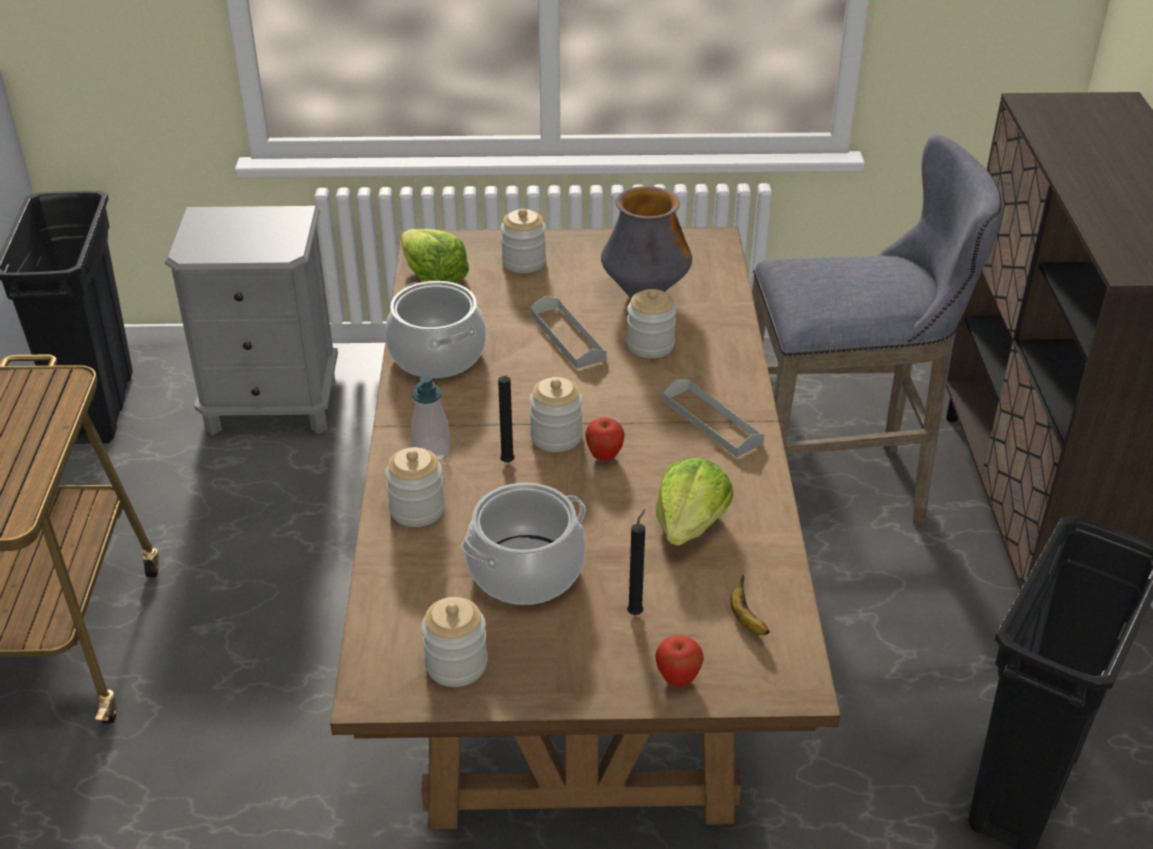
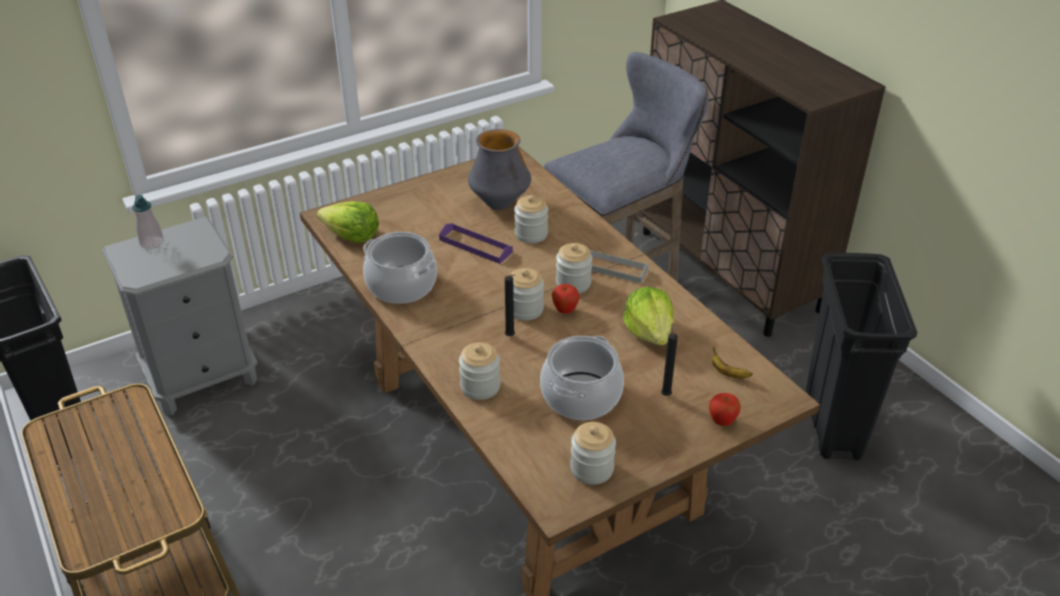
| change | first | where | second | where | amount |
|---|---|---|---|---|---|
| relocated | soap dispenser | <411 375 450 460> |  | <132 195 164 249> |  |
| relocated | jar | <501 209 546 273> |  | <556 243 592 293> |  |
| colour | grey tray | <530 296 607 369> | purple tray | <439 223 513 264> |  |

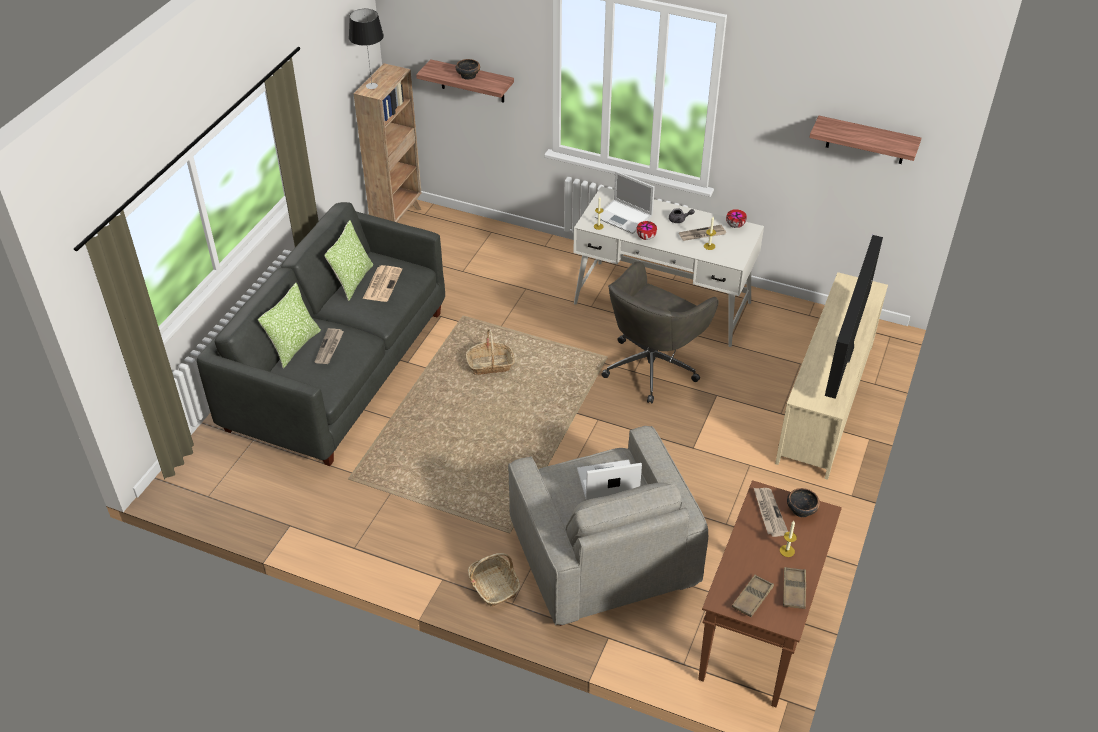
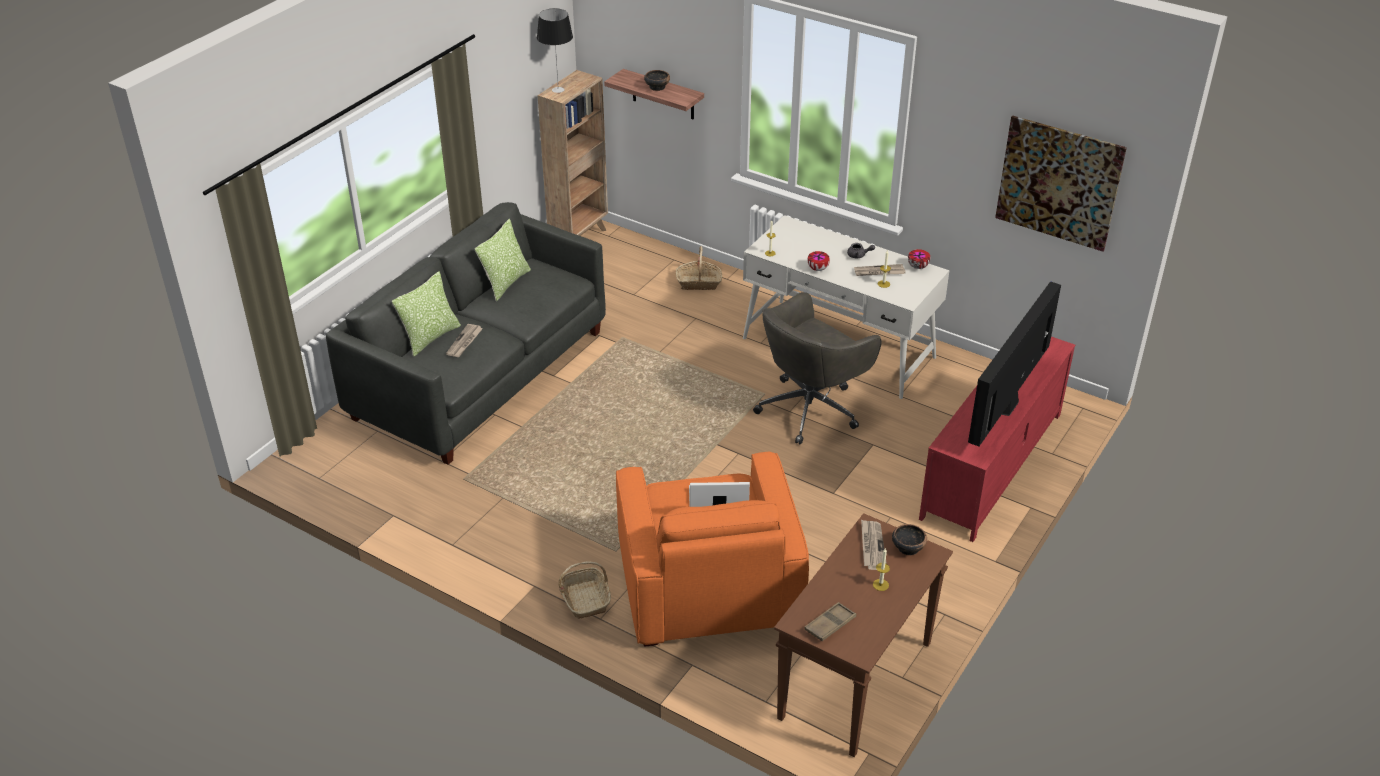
| change | first | where | second | where | amount |
|---|---|---|---|---|---|
| missing | newspaper | <363 265 402 302> |  |  |  |
| relocated | basket | <466 329 515 375> |  | <676 246 722 290> |  |
| colour | grey armchair | <508 426 708 626> | orange armchair | <616 451 809 647> |  |
| missing | laptop | <595 171 655 234> |  |  |  |
| colour | beige tv stand | <775 272 888 480> | red tv stand | <919 336 1075 542> |  |
| missing | brown tray | <783 567 806 609> |  |  |  |
| exchanged | shelf | <809 116 921 164> | picture | <995 115 1127 252> |  |

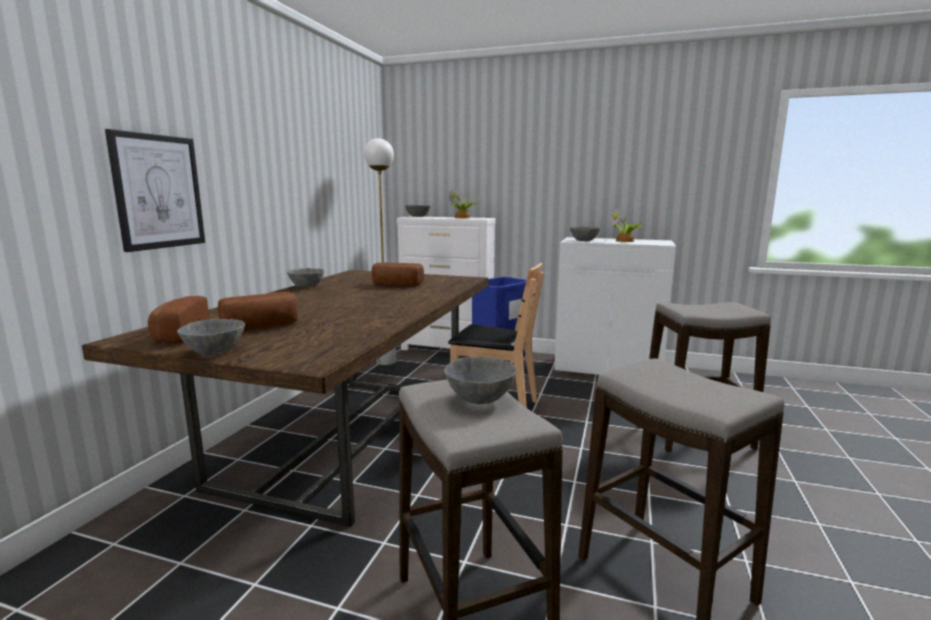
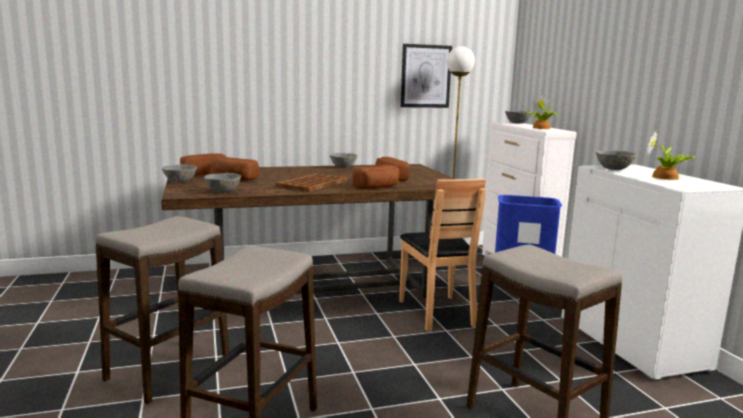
| change | first | where | second | where | amount |
|---|---|---|---|---|---|
| relocated | picture | <105 129 205 252> |  | <401 44 452 108> |  |
| relocated | grey bowl | <444 357 517 404> |  | <204 173 241 193> |  |
| appeared |  |  | brown tray | <276 173 347 192> |  |
| appeared |  |  | bread | <353 165 399 189> |  |

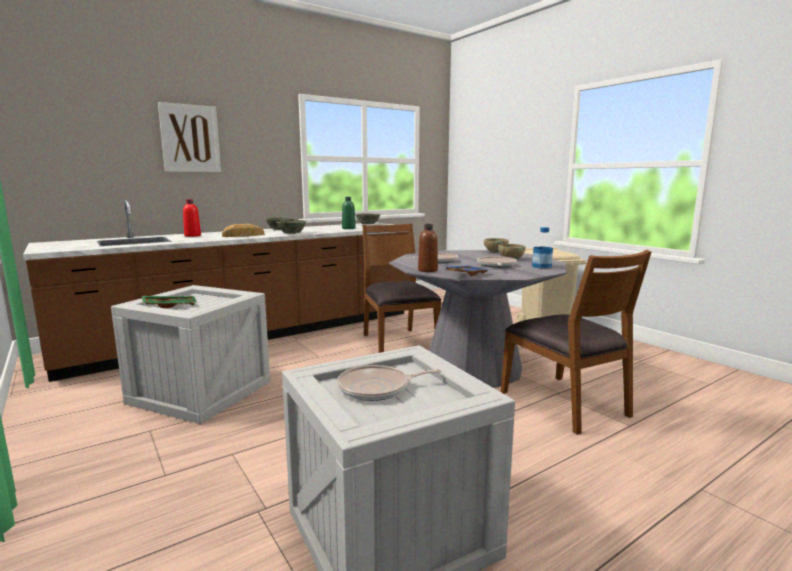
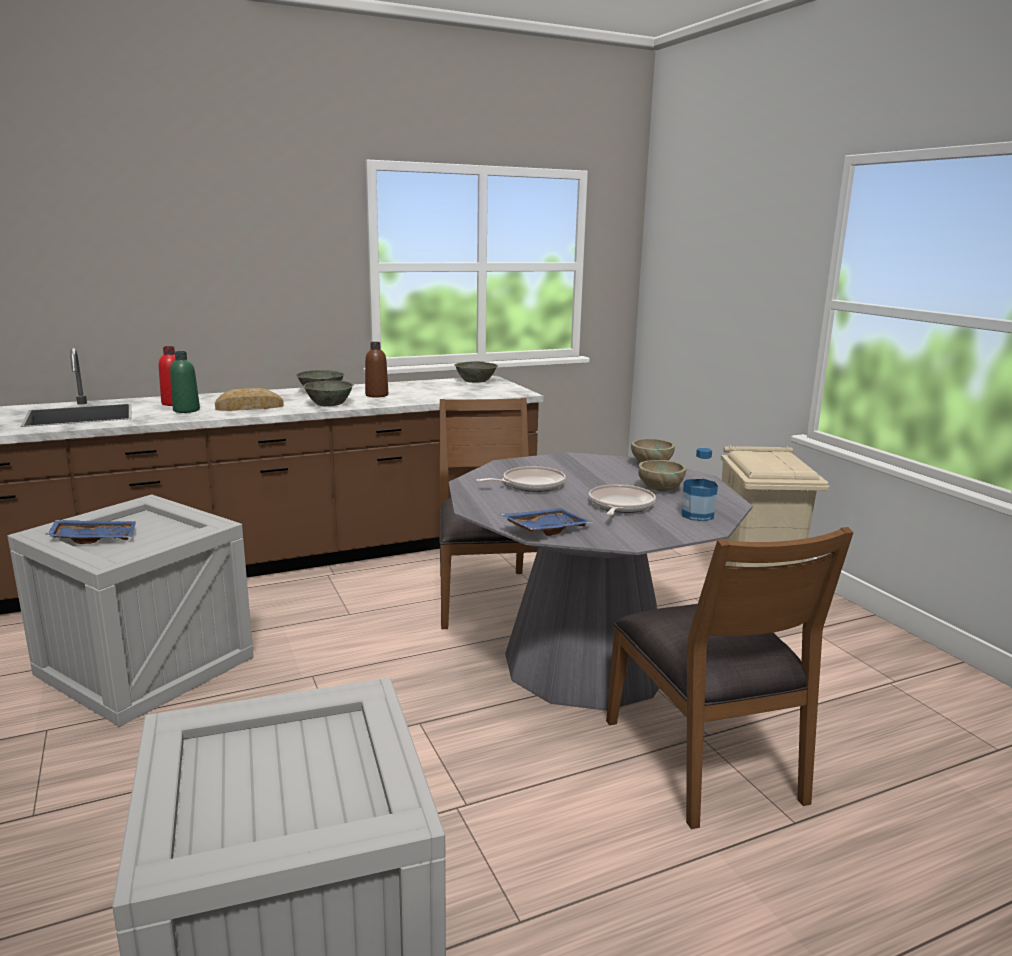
| change | first | where | second | where | amount |
|---|---|---|---|---|---|
| colour | green tray | <142 296 197 308> | blue tray | <47 520 136 544> |  |
| missing | picture | <158 102 221 172> |  |  |  |
| missing | frying pan | <337 365 442 401> |  |  |  |
| relocated | green bottle | <342 197 356 229> |  | <170 351 200 413> |  |
| relocated | brown bottle | <418 224 438 272> |  | <365 342 388 398> |  |

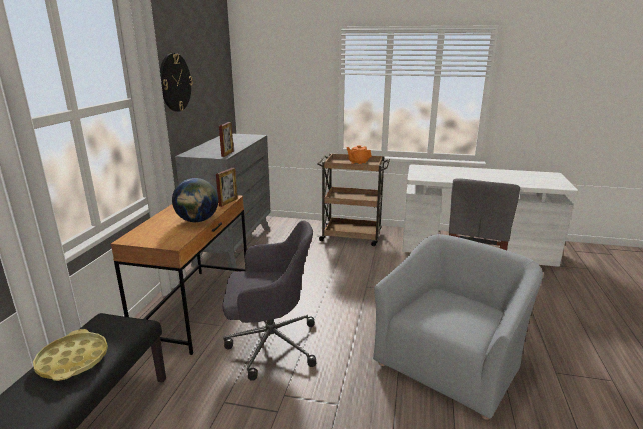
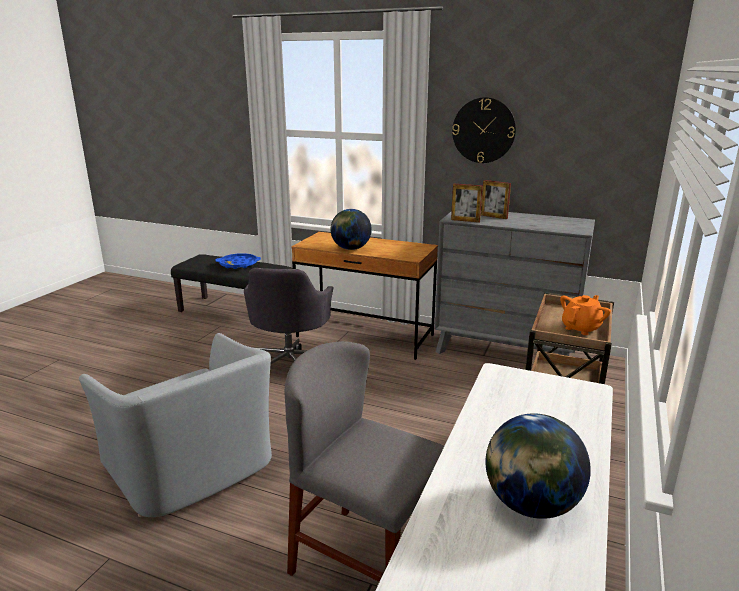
| change | first | where | second | where | amount |
|---|---|---|---|---|---|
| colour | yellow tray | <33 329 108 381> | blue tray | <215 253 261 269> |  |
| relocated | picture frame | <216 168 238 207> |  | <481 180 511 219> |  |
| appeared |  |  | globe | <485 413 591 519> |  |

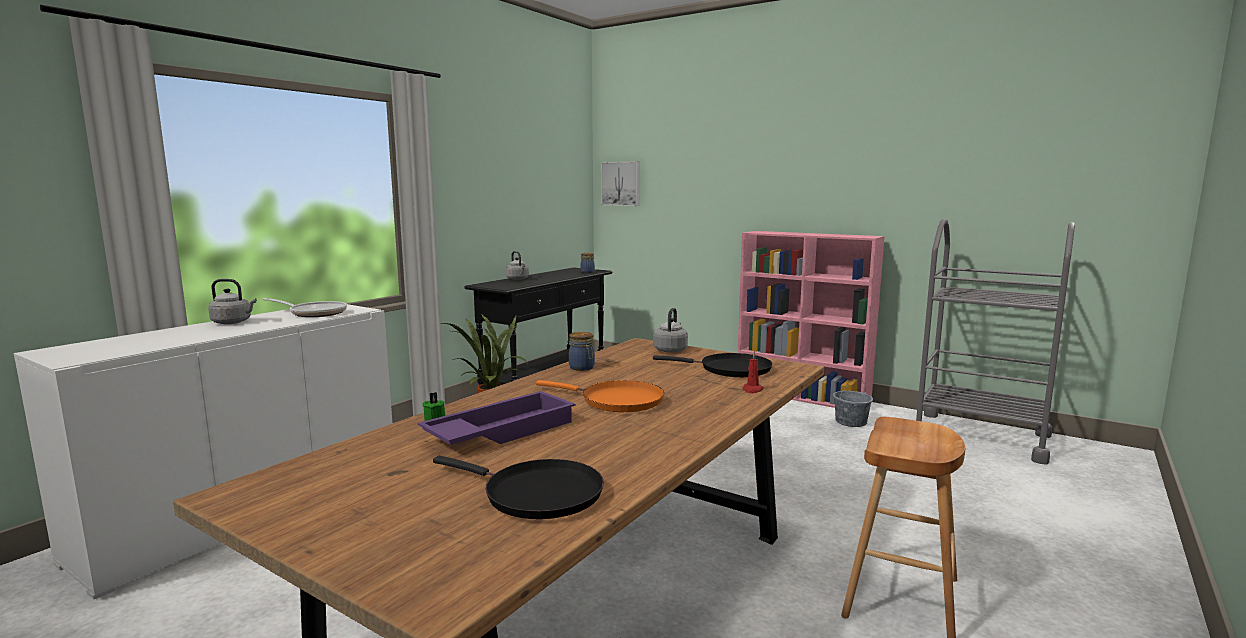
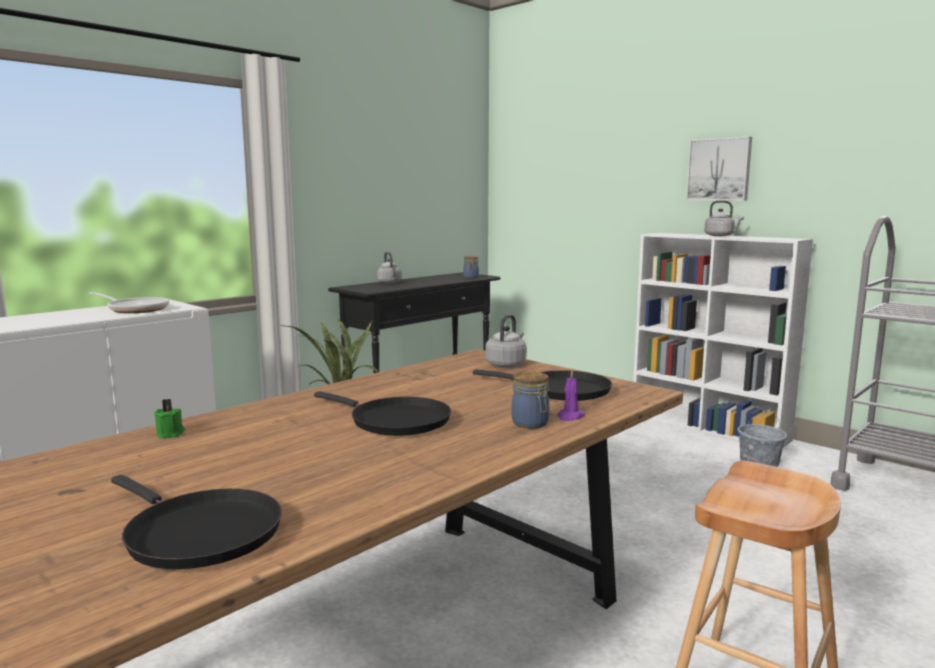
| change | first | where | second | where | amount |
|---|---|---|---|---|---|
| relocated | grey kettle | <208 279 257 324> |  | <704 200 744 236> |  |
| missing | purple tray | <418 391 576 445> |  |  |  |
| colour | orange frying pan | <536 380 665 412> | black frying pan | <314 391 451 436> |  |
| relocated | jar | <569 332 595 371> |  | <512 371 549 429> |  |
| relocated | picture | <601 161 640 206> |  | <686 137 752 200> |  |
| colour | pink bookcase | <738 231 885 408> | white bookcase | <633 233 813 448> |  |
| colour | red candle | <743 351 764 393> | purple candle | <557 369 585 421> |  |

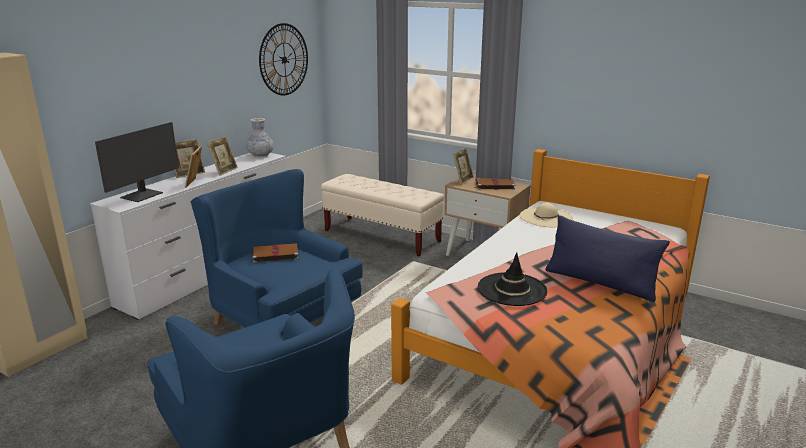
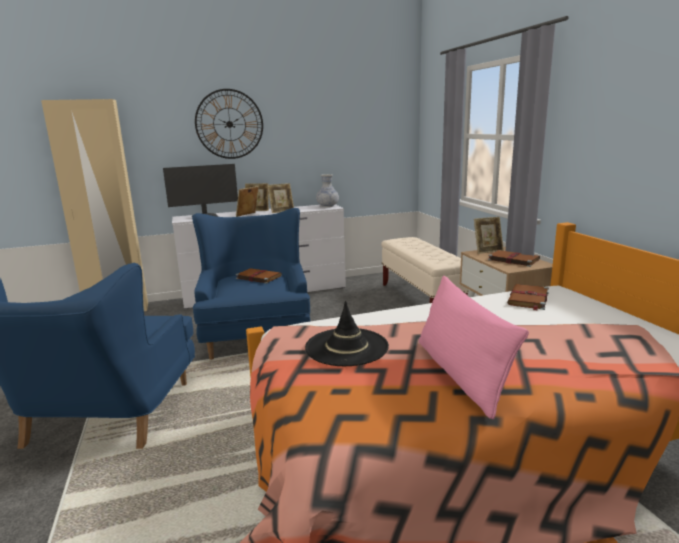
| change | first | where | second | where | amount |
|---|---|---|---|---|---|
| relocated | wall clock | <259 23 308 95> |  | <195 89 263 159> |  |
| exchanged | beige hat | <519 203 573 228> | brown book | <507 284 549 311> |  |
| colour | blue pillow | <546 215 670 302> | pink pillow | <419 276 529 419> |  |

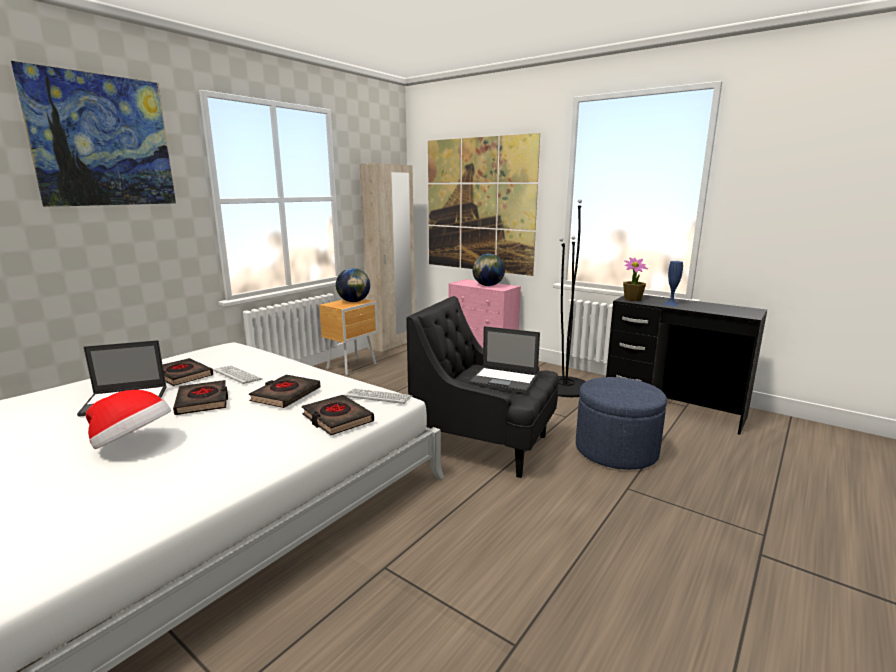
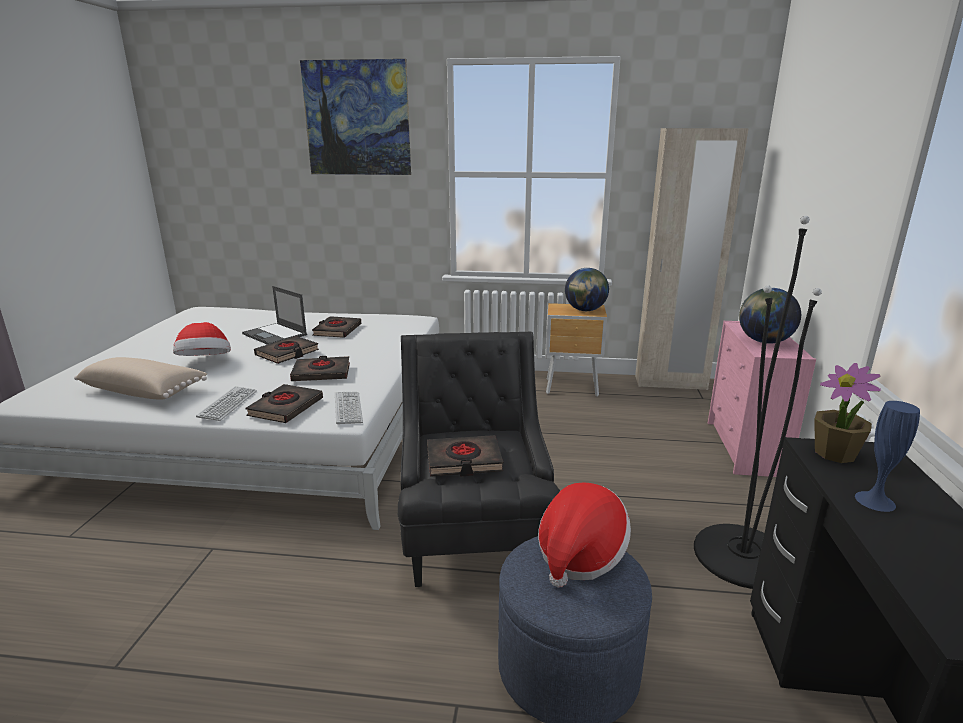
| change | first | where | second | where | amount |
|---|---|---|---|---|---|
| relocated | keyboard | <213 366 263 384> |  | <196 386 257 421> |  |
| missing | picture | <428 133 540 276> |  |  |  |
| exchanged | laptop | <468 326 540 393> | black book | <427 435 503 477> |  |
| appeared |  |  | beige pillow | <74 357 207 400> |  |
| appeared |  |  | hat | <538 482 631 588> |  |

